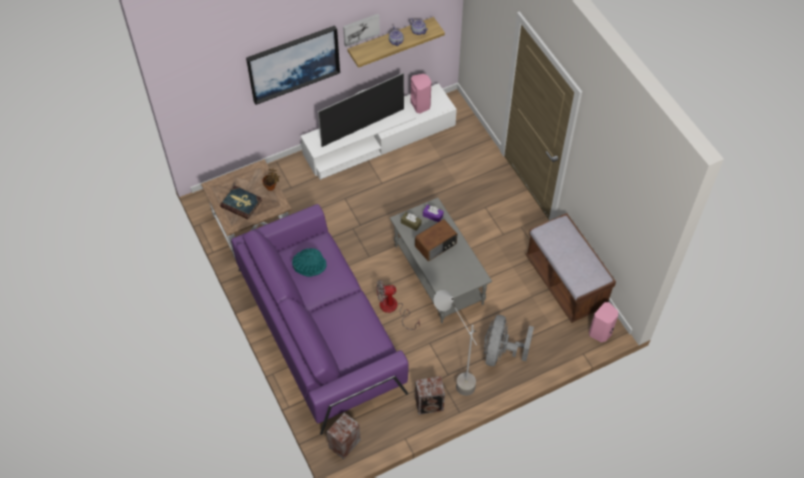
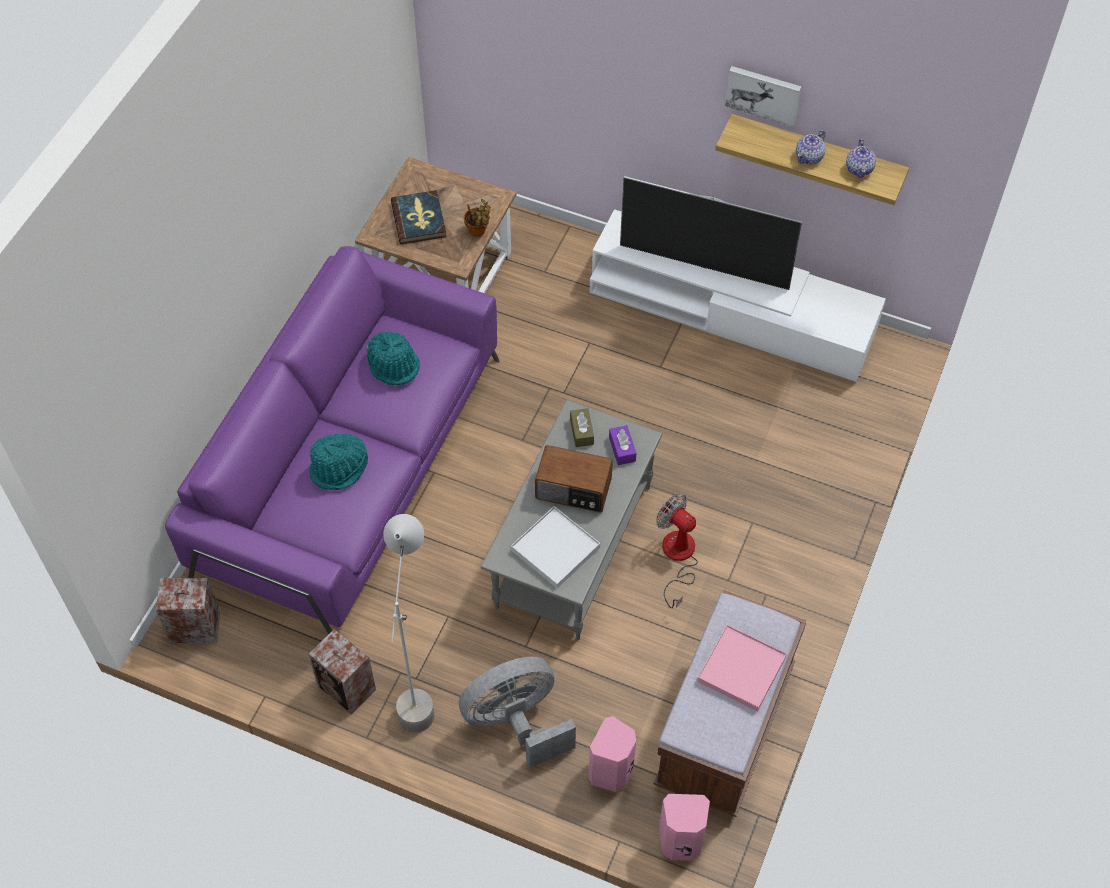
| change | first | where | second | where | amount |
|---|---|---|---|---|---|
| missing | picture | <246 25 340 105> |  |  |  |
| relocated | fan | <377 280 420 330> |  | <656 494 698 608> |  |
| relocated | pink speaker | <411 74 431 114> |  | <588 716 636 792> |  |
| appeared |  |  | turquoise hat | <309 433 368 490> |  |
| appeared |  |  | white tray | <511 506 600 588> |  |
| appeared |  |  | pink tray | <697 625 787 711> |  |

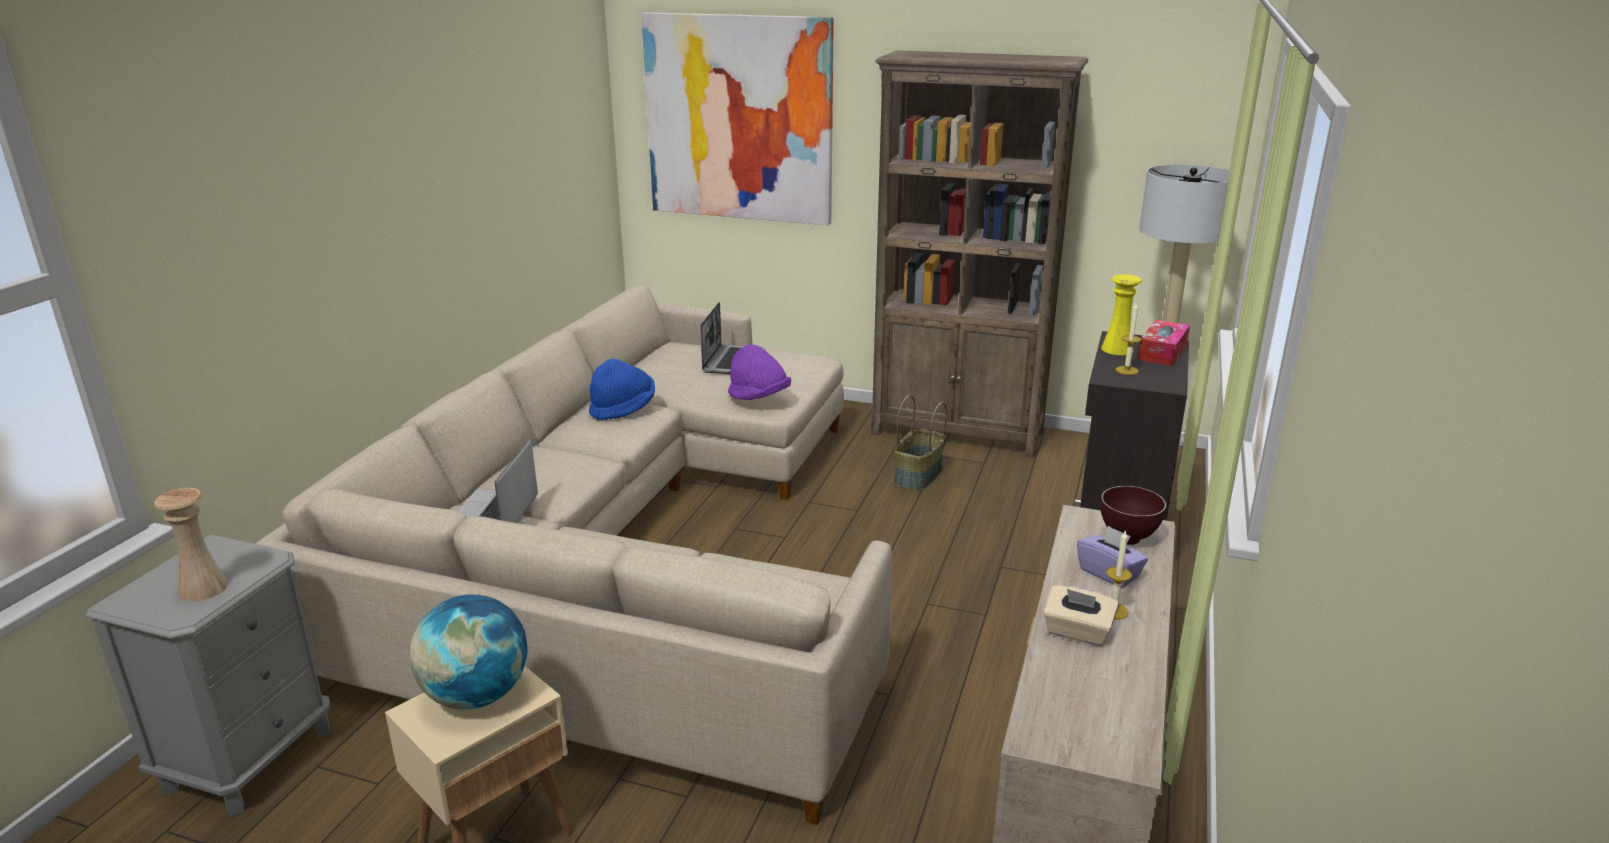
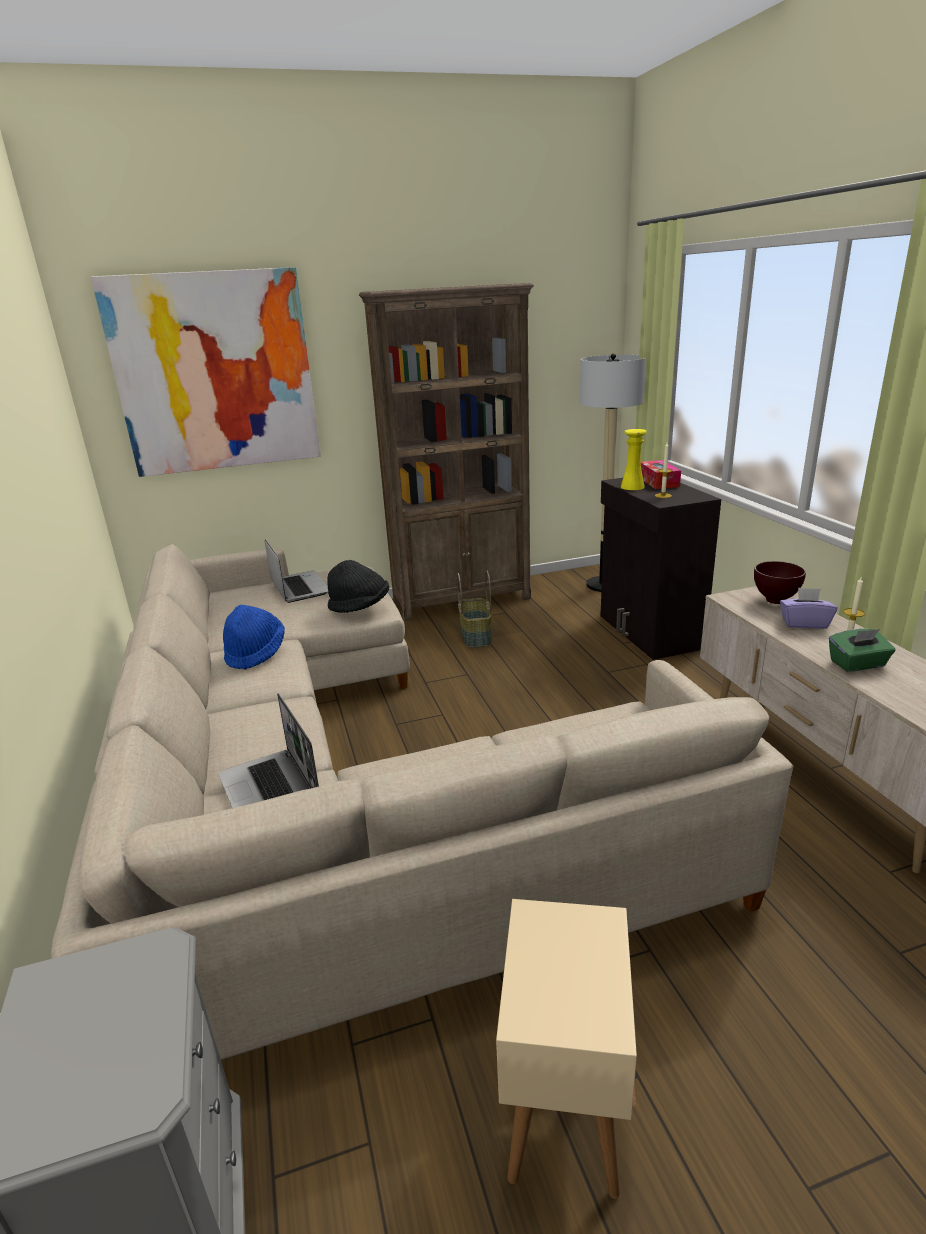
| change | first | where | second | where | amount |
|---|---|---|---|---|---|
| missing | beige vase | <154 488 228 601> |  |  |  |
| missing | globe | <410 594 528 710> |  |  |  |
| colour | purple hat | <728 344 791 400> | black hat | <327 560 389 613> |  |
| colour | beige tissue box | <1043 585 1119 646> | green tissue box | <829 629 895 672> |  |

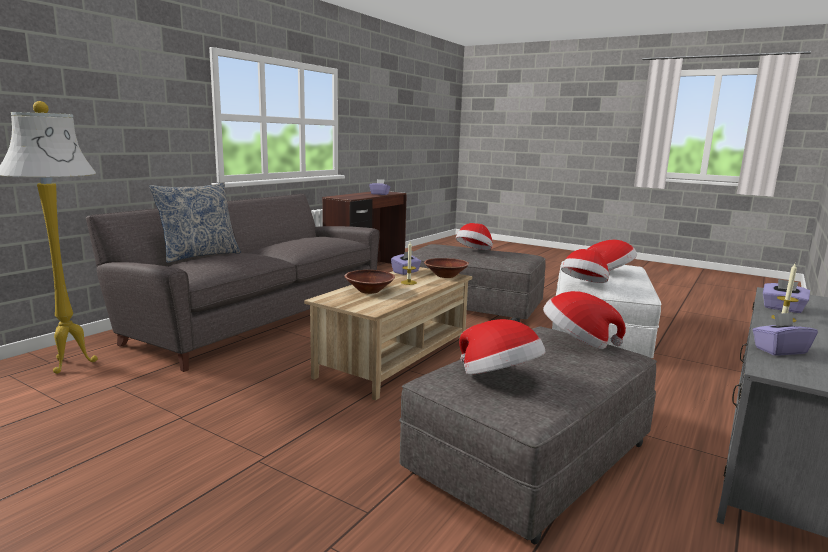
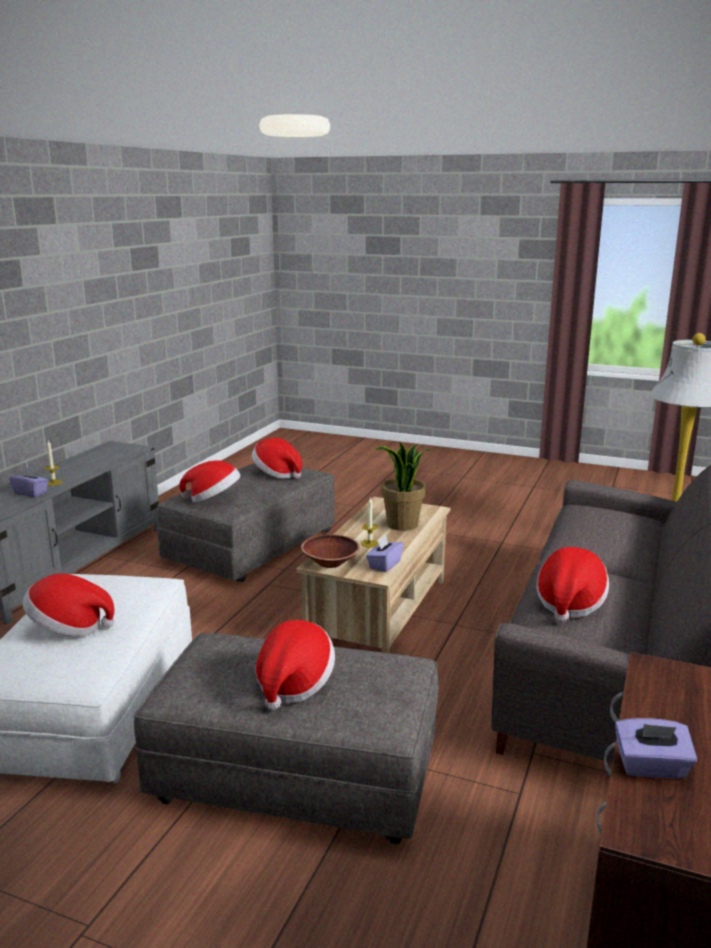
| change | first | where | second | where | amount |
|---|---|---|---|---|---|
| missing | pillow | <149 182 241 263> |  |  |  |
| exchanged | brown bowl | <344 270 395 294> | potted plant | <375 441 431 531> |  |
| relocated | hat | <561 249 609 283> |  | <537 547 609 622> |  |
| missing | purple tissue box | <752 313 818 356> |  |  |  |

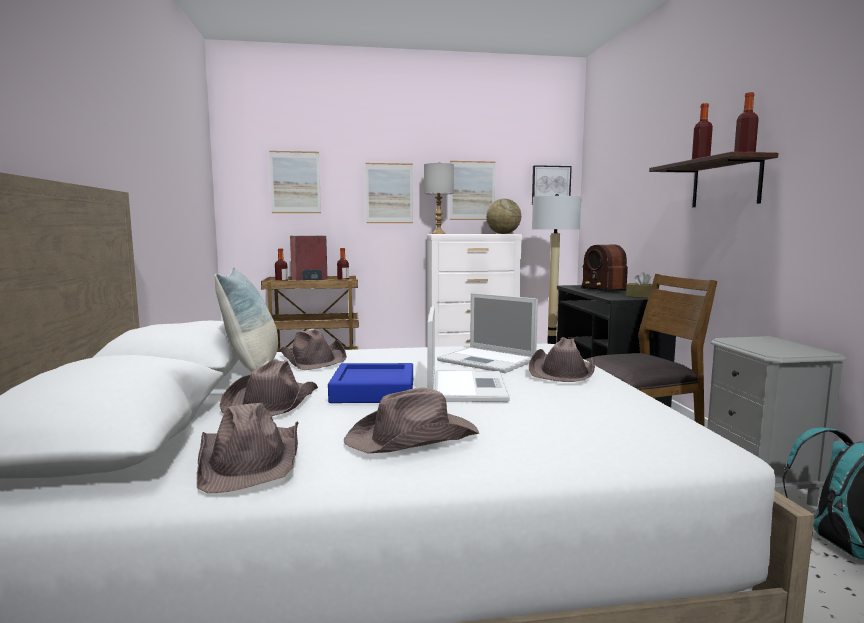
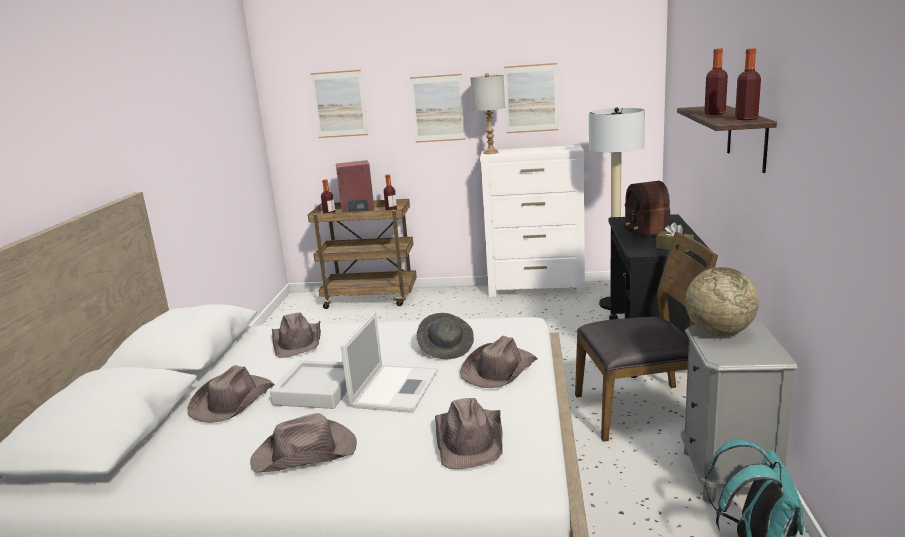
| change | first | where | second | where | amount |
|---|---|---|---|---|---|
| relocated | brown hat | <197 403 299 494> |  | <435 398 502 469> |  |
| missing | pillow | <215 268 278 372> |  |  |  |
| colour | blue tray | <328 363 413 403> | grey tray | <270 360 347 409> |  |
| exchanged | laptop | <437 293 538 373> | grey hat | <417 313 474 359> |  |
| relocated | globe | <486 199 521 234> |  | <685 267 759 336> |  |
| missing | picture | <532 165 572 205> |  |  |  |

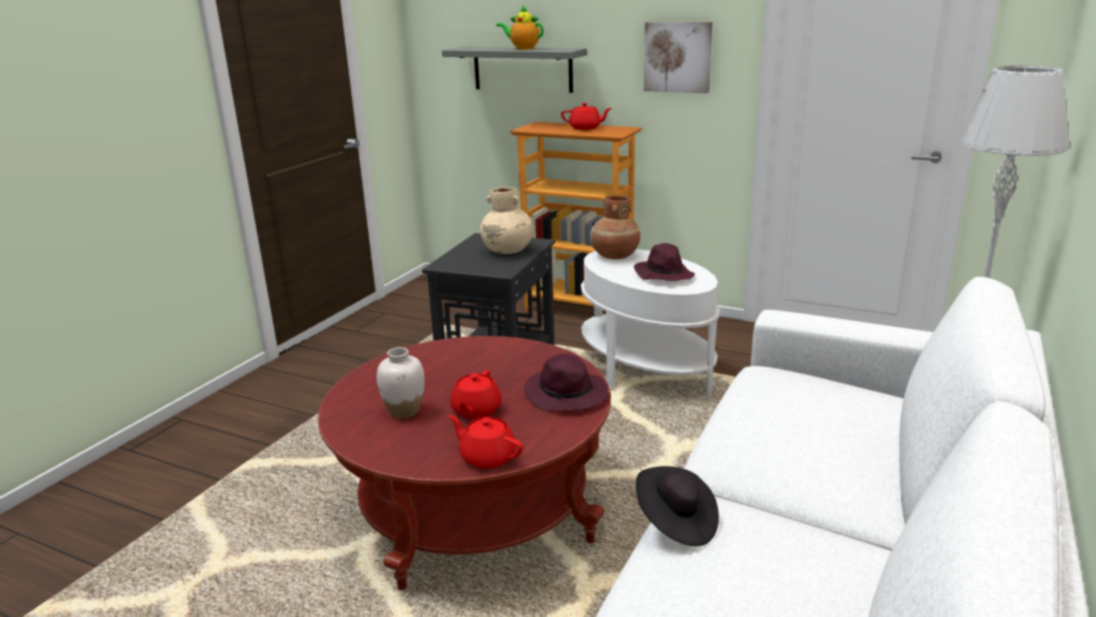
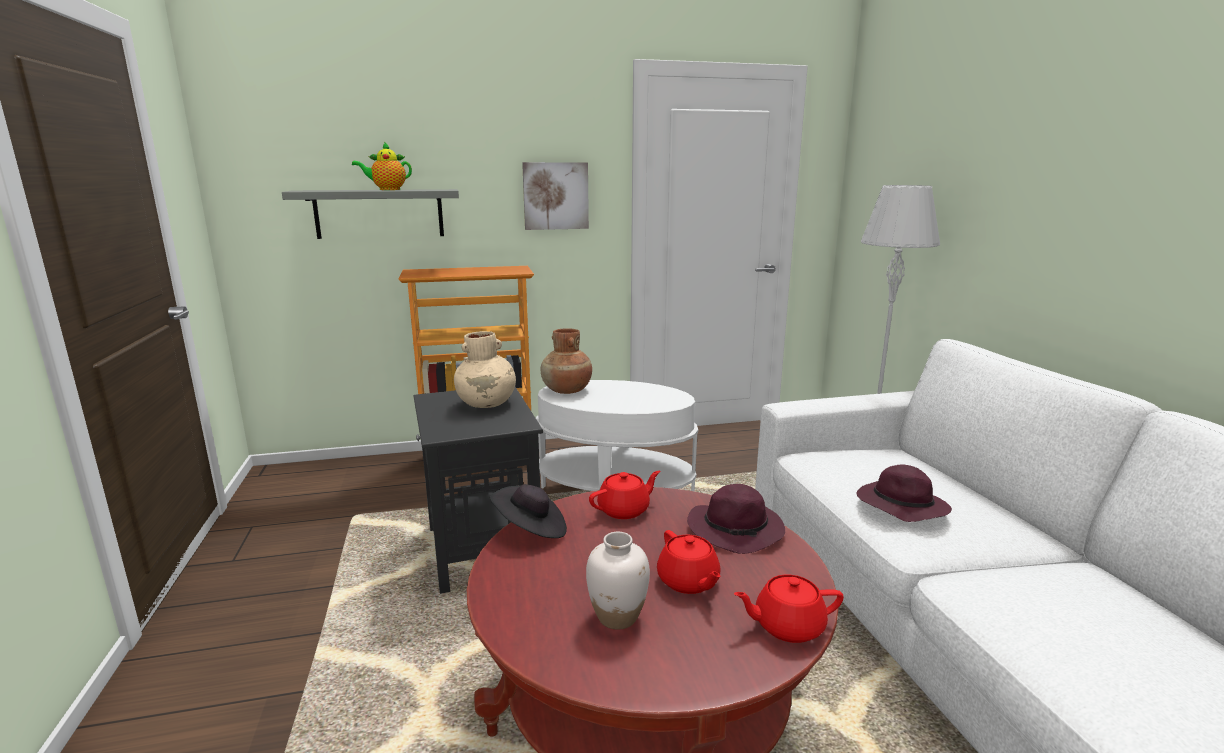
| change | first | where | second | where | amount |
|---|---|---|---|---|---|
| relocated | red teapot | <561 103 612 130> |  | <589 471 661 519> |  |
| relocated | purple hat | <634 243 695 281> |  | <857 465 952 522> |  |
| relocated | black hat | <636 466 719 547> |  | <490 484 567 538> |  |

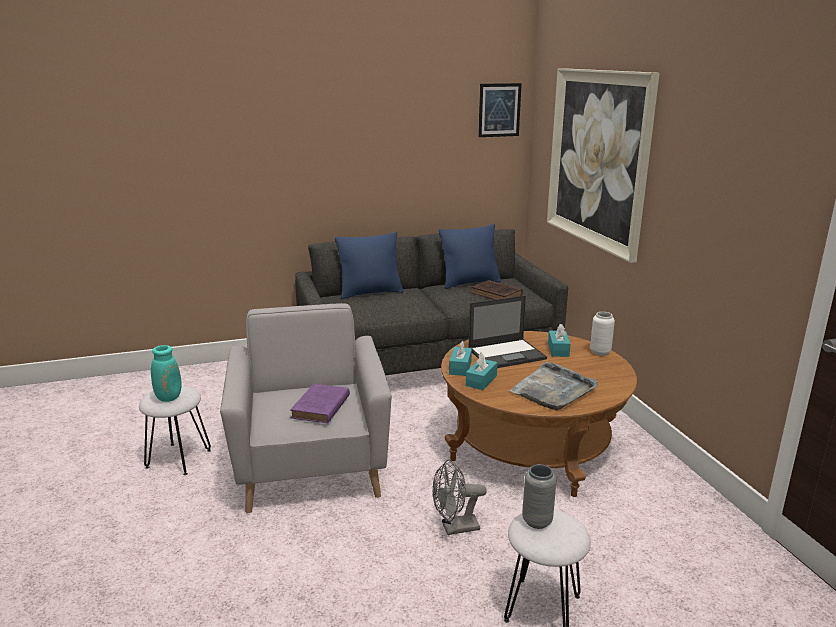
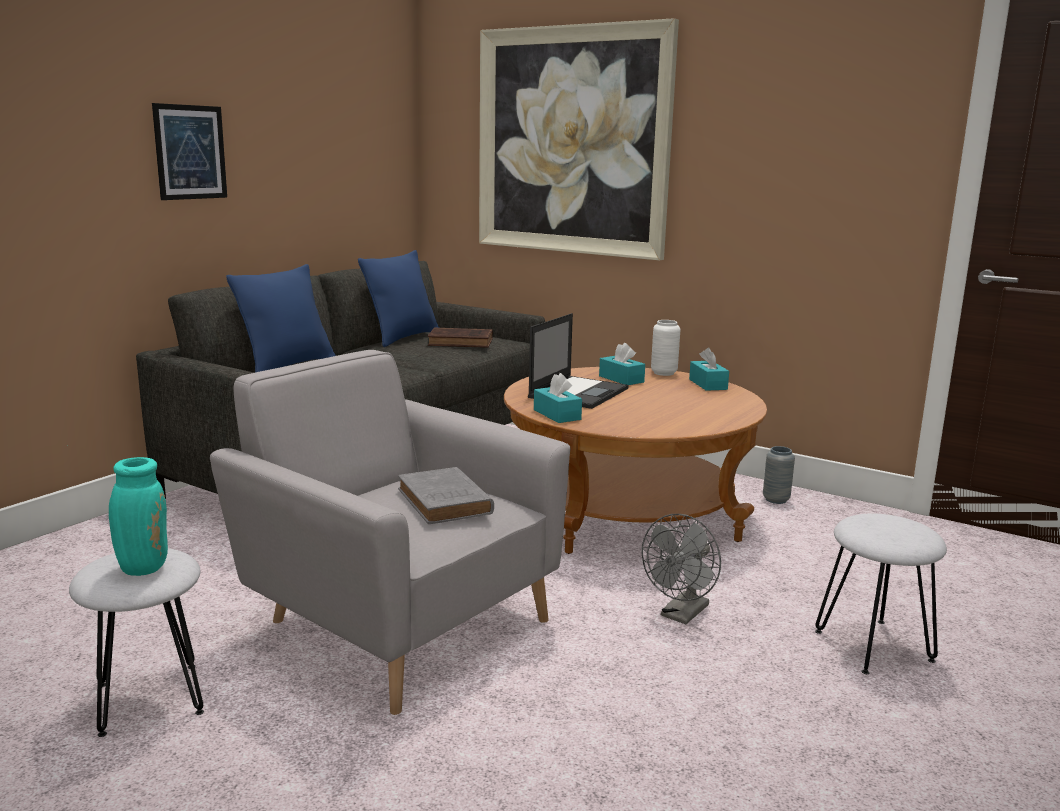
| change | first | where | second | where | amount |
|---|---|---|---|---|---|
| colour | purple book | <290 384 350 423> | grey book | <398 467 494 524> |  |
| relocated | turquoise tissue box | <466 352 498 390> |  | <689 348 729 391> |  |
| relocated | picture | <478 83 522 137> |  | <152 103 227 200> |  |
| missing | grey tray | <509 362 598 410> |  |  |  |
| relocated | grey vase | <522 464 556 529> |  | <763 446 795 504> |  |

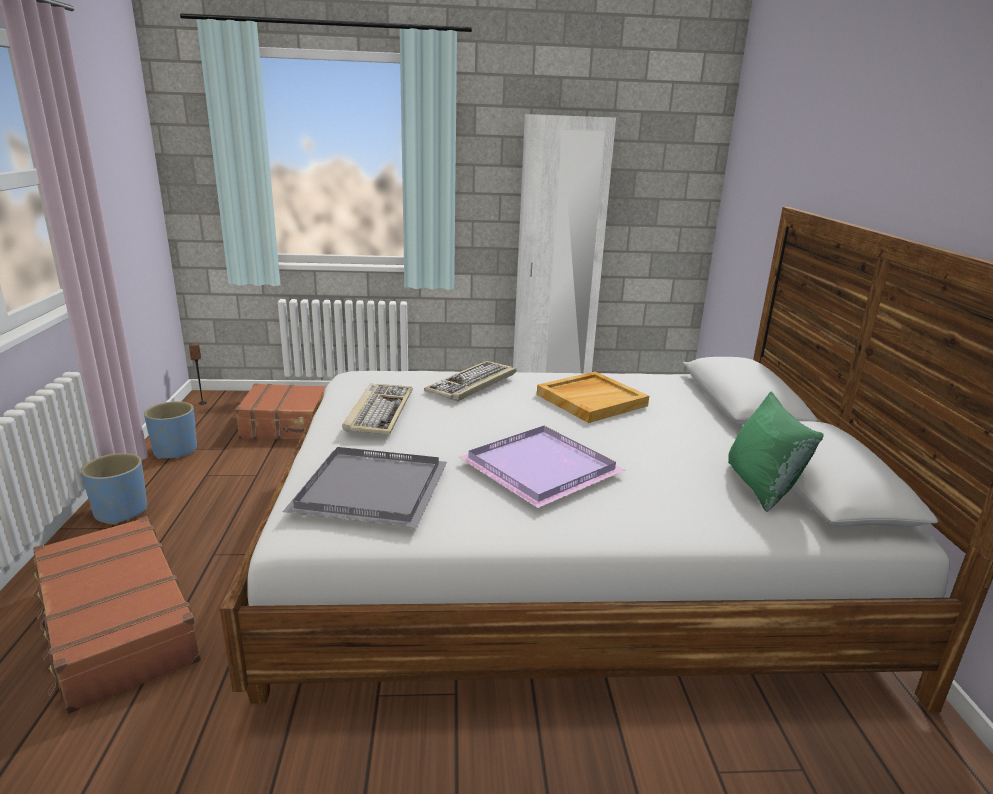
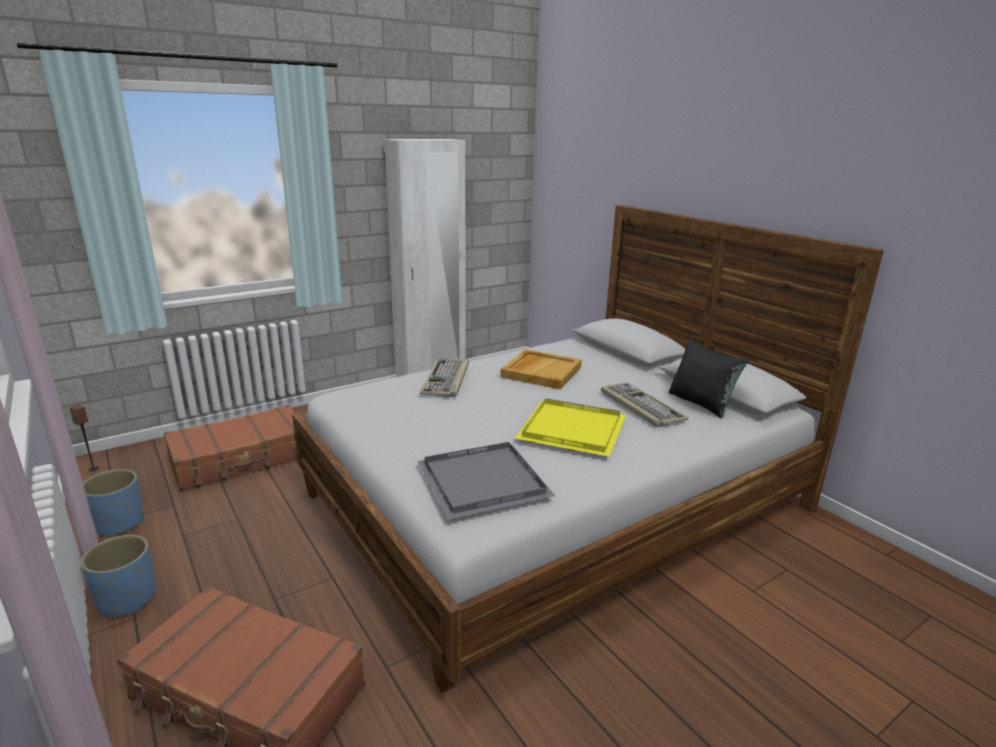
| change | first | where | second | where | amount |
|---|---|---|---|---|---|
| relocated | keyboard | <342 383 413 434> |  | <601 383 688 427> |  |
| colour | purple tray | <459 426 625 508> | yellow tray | <515 398 626 457> |  |
| colour | green pillow | <728 392 824 512> | black pillow | <669 339 749 418> |  |

